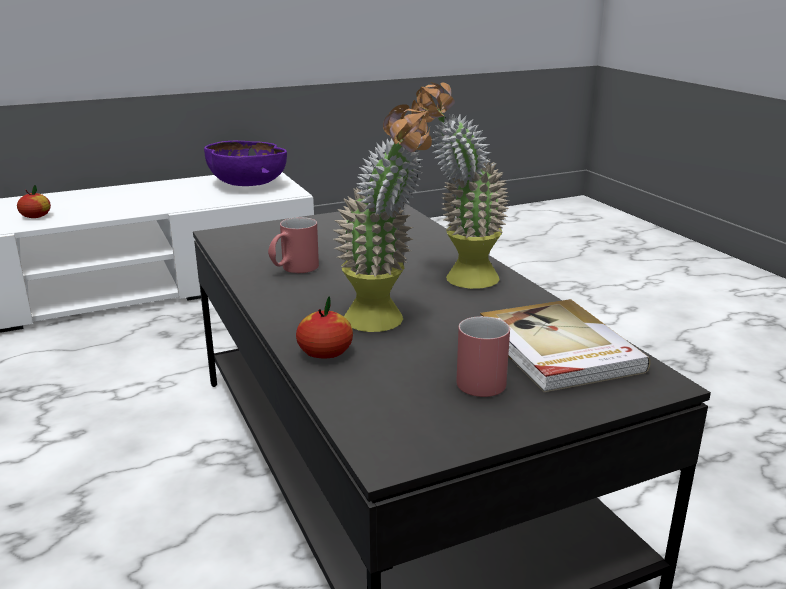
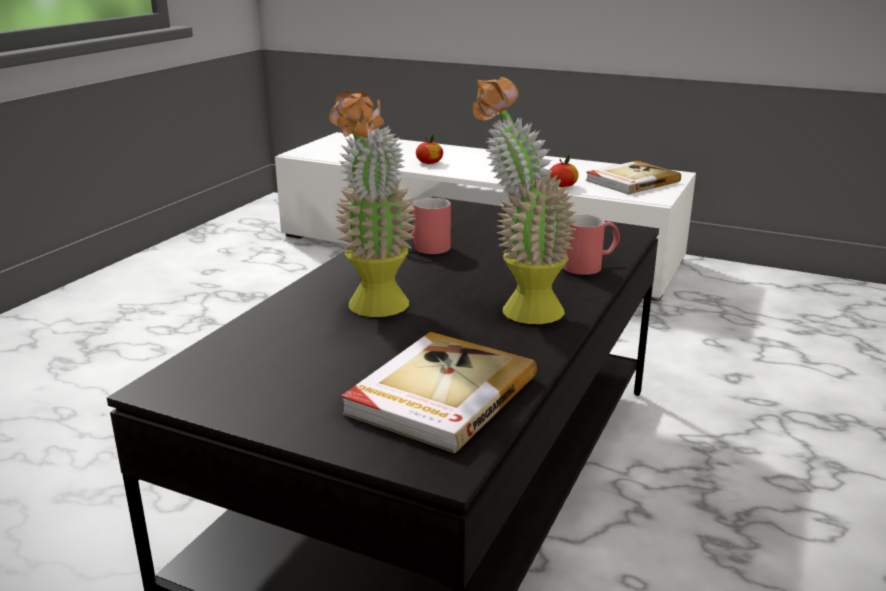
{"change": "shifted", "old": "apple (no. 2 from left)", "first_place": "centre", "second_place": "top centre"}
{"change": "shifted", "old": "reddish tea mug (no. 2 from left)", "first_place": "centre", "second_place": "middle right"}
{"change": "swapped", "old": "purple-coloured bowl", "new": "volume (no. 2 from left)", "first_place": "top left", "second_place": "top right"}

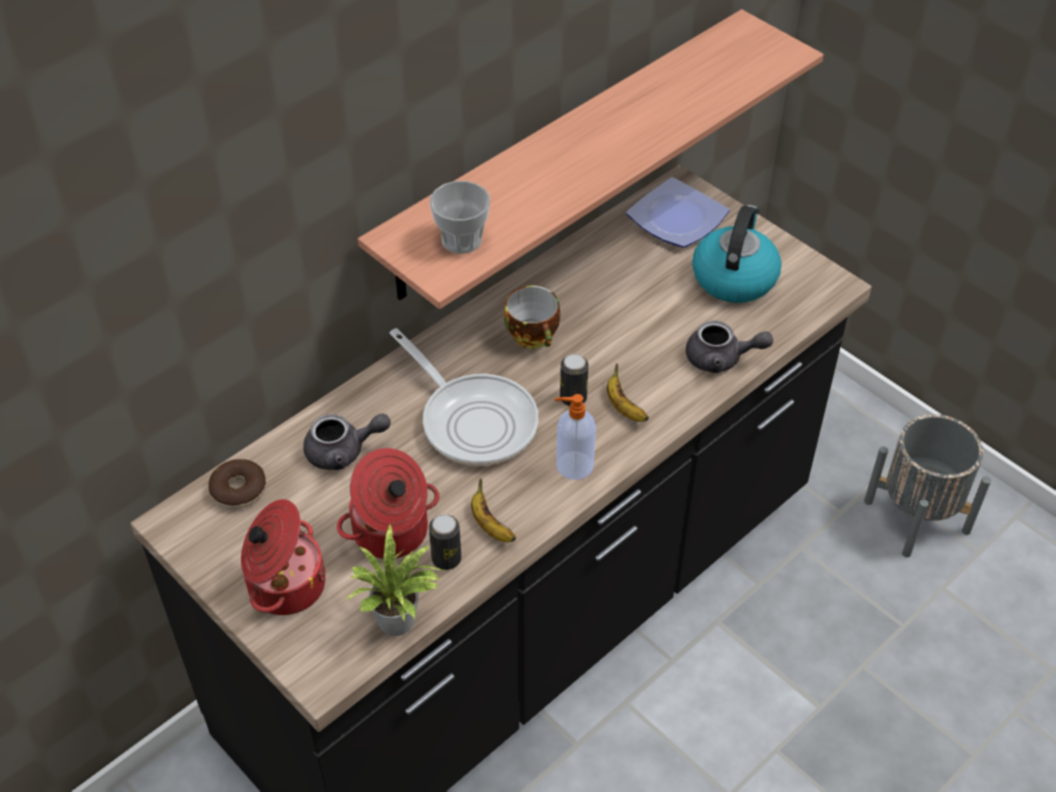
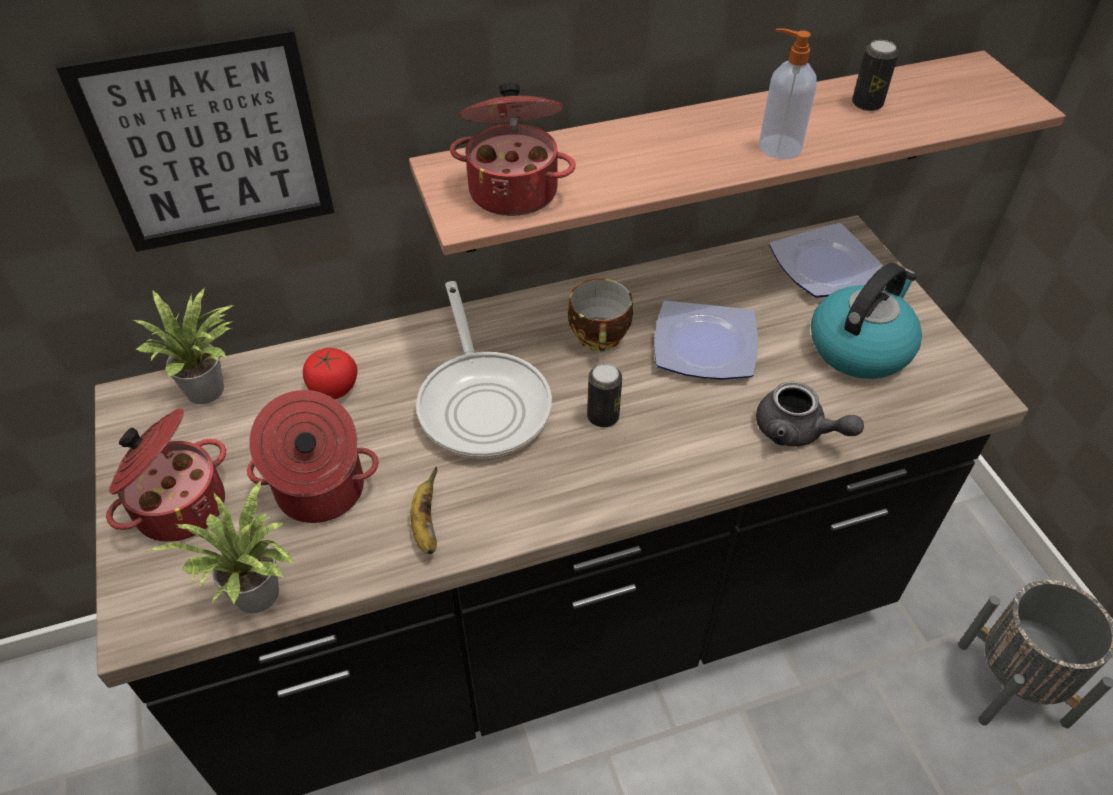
{"change": "new", "new": "wall picture", "second_place": "top left"}
{"change": "swapped", "old": "ring doughnut", "new": "plant in a pot (no. 1 from left)", "first_place": "middle left", "second_place": "middle left"}
{"change": "swapped", "old": "greyish tea pot (no. 1 from left)", "new": "tomato", "first_place": "middle left", "second_place": "middle left"}
{"change": "swapped", "old": "drinking cup (no. 1 from left)", "new": "stockpot (no. 3 from left)", "first_place": "top centre", "second_place": "top centre"}
{"change": "new", "new": "dinner plate (no. 1 from left)", "second_place": "centre"}
{"change": "shifted", "old": "liquid soap bottle", "first_place": "centre", "second_place": "top right"}
{"change": "shifted", "old": "sealed can (no. 1 from left in the first image)", "new": "sealed can (no. 2 from left)", "first_place": "bottom centre", "second_place": "top right"}
{"change": "gone", "old": "whole banana (no. 2 from left)", "first_place": "centre"}

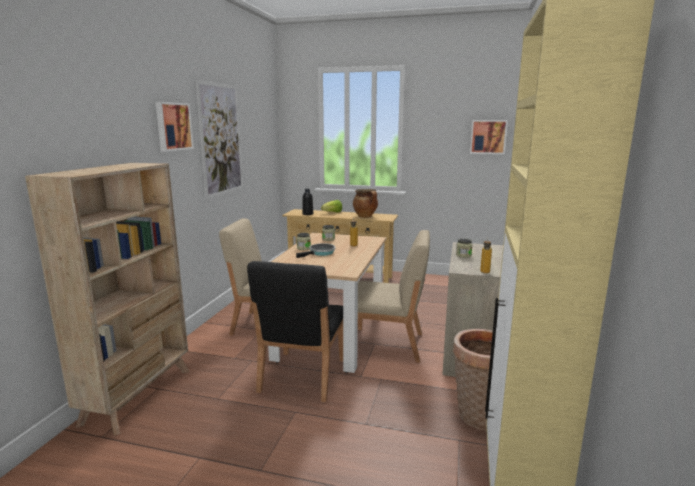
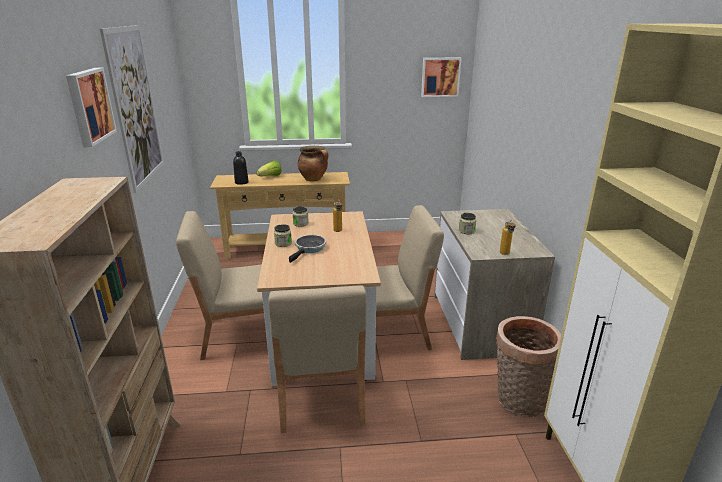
{"change": "repainted", "old": "black upright chair", "new": "sand-coloured upright chair (no. 2 from left)", "first_place": "bottom centre", "second_place": "bottom centre"}

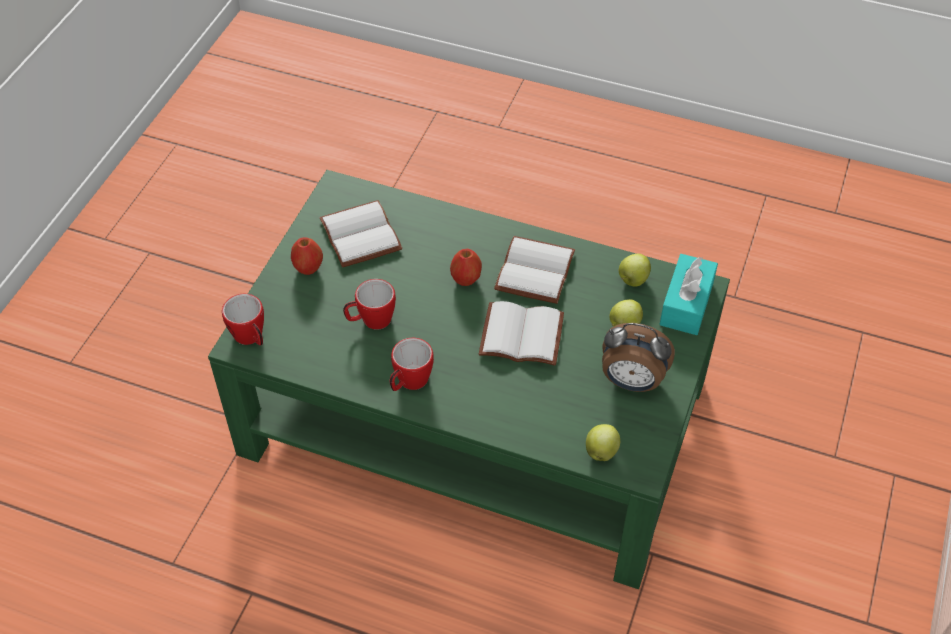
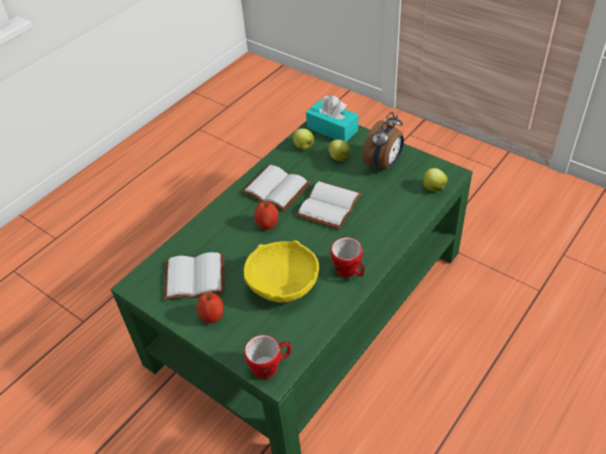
{"change": "swapped", "old": "tea mug (no. 2 from left)", "new": "yellow bowl", "first_place": "centre", "second_place": "centre"}

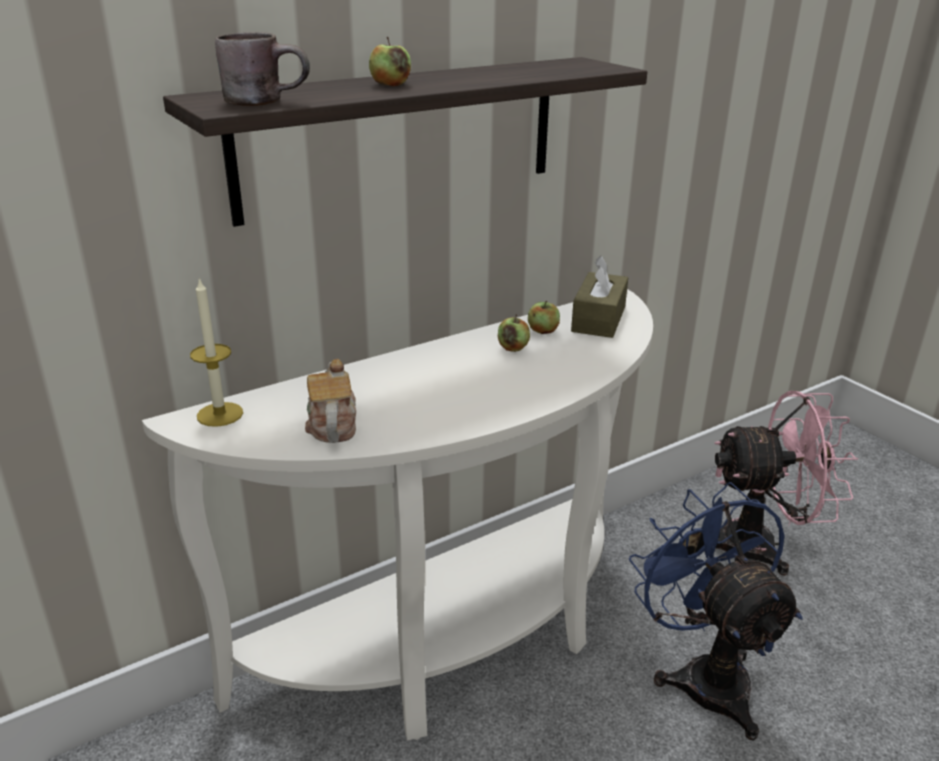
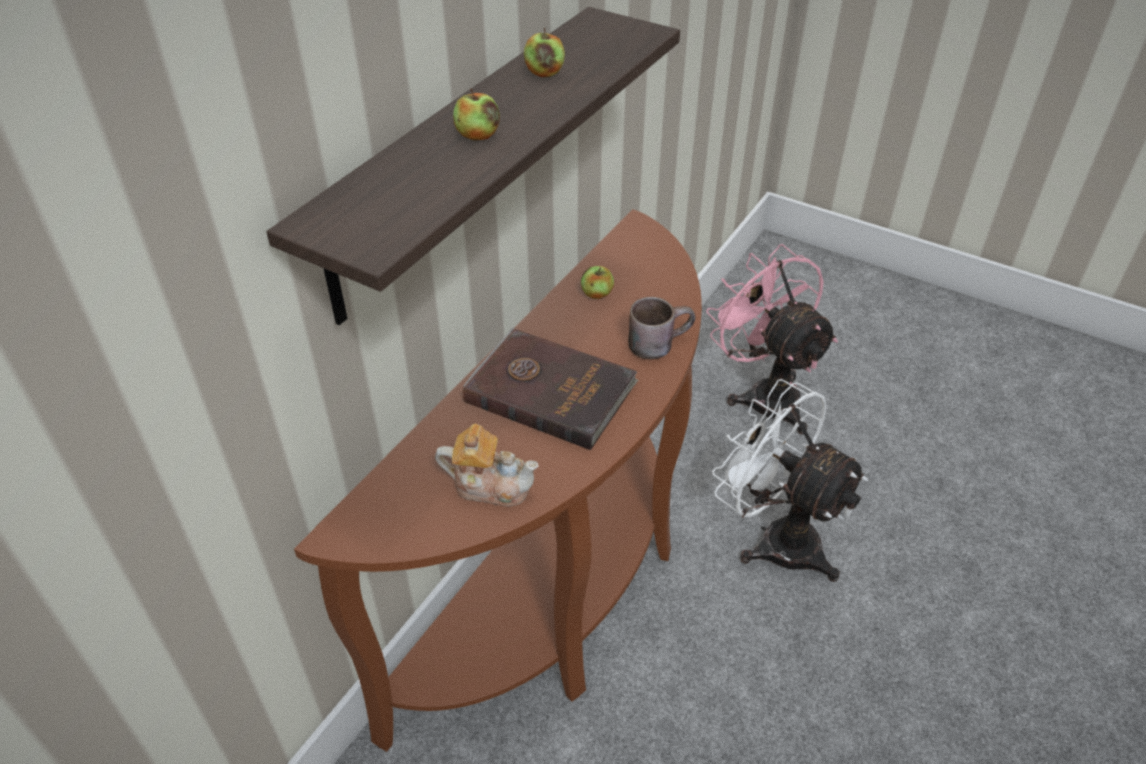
{"change": "repainted", "old": "white narrow table", "new": "brown narrow table", "first_place": "bottom centre", "second_place": "centre"}
{"change": "rotated", "old": "tea pot", "first_place": "centre", "second_place": "centre", "degrees": 135}
{"change": "new", "new": "brown volume", "second_place": "centre"}
{"change": "shifted", "old": "apple (no. 2 from left)", "first_place": "centre", "second_place": "top centre"}
{"change": "shifted", "old": "brown tea mug", "first_place": "top left", "second_place": "centre"}
{"change": "rotated", "old": "pink-coloured electric fan", "first_place": "middle right", "second_place": "middle right", "degrees": -90}
{"change": "repainted", "old": "blue-coloured electric fan", "new": "white electric fan", "first_place": "bottom right", "second_place": "middle right"}
{"change": "gone", "old": "candle", "first_place": "middle left"}
{"change": "gone", "old": "brown tissue box", "first_place": "centre"}

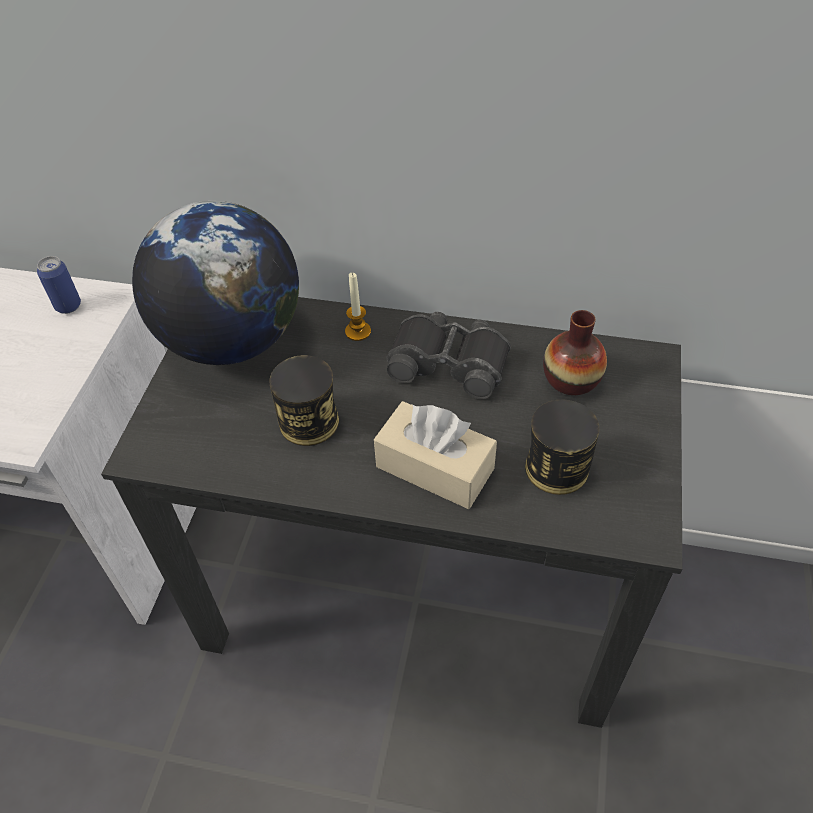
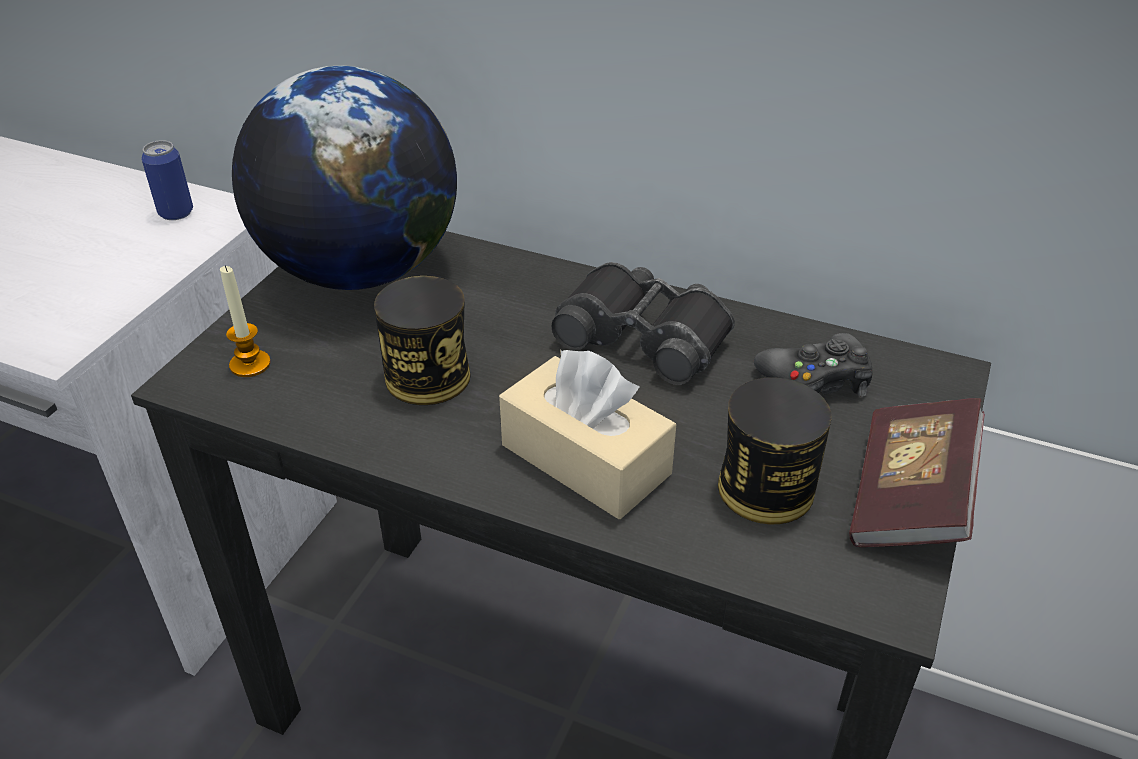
{"change": "shifted", "old": "candle", "first_place": "centre", "second_place": "middle left"}
{"change": "swapped", "old": "flower vase", "new": "black joypad", "first_place": "middle right", "second_place": "middle right"}
{"change": "new", "new": "volume", "second_place": "middle right"}

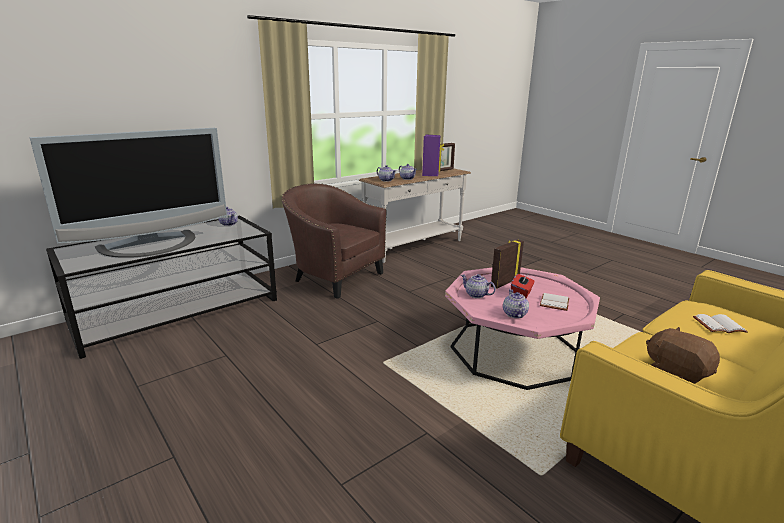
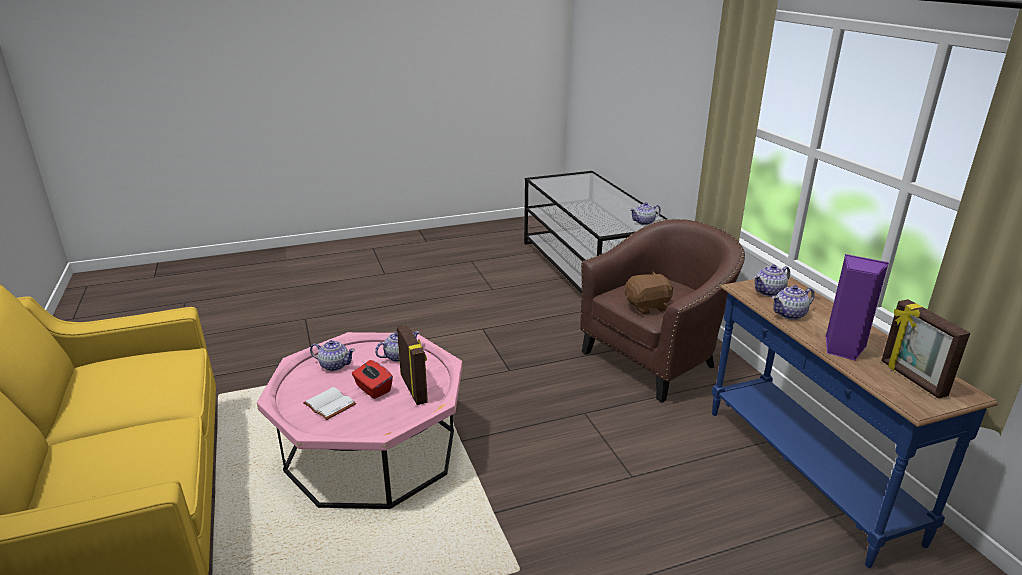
{"change": "shifted", "old": "brown plush toy", "first_place": "bottom right", "second_place": "centre"}
{"change": "repainted", "old": "white narrow table", "new": "blue-coloured narrow table", "first_place": "centre", "second_place": "bottom right"}
{"change": "gone", "old": "television", "first_place": "middle left"}
{"change": "gone", "old": "white volume (no. 2 from left)", "first_place": "middle right"}

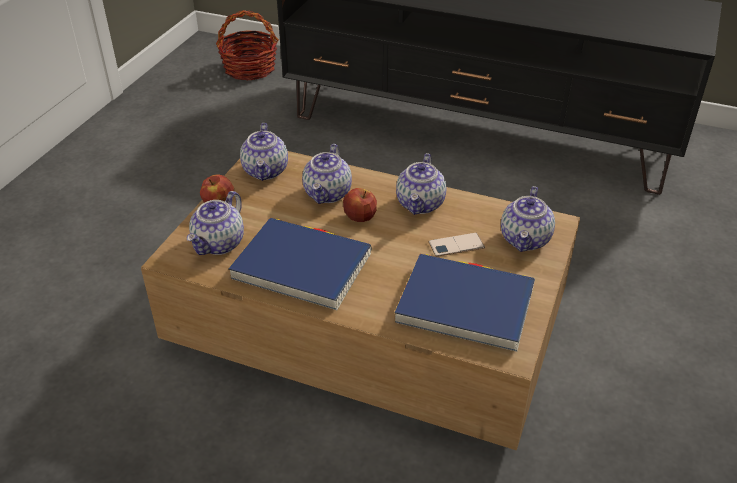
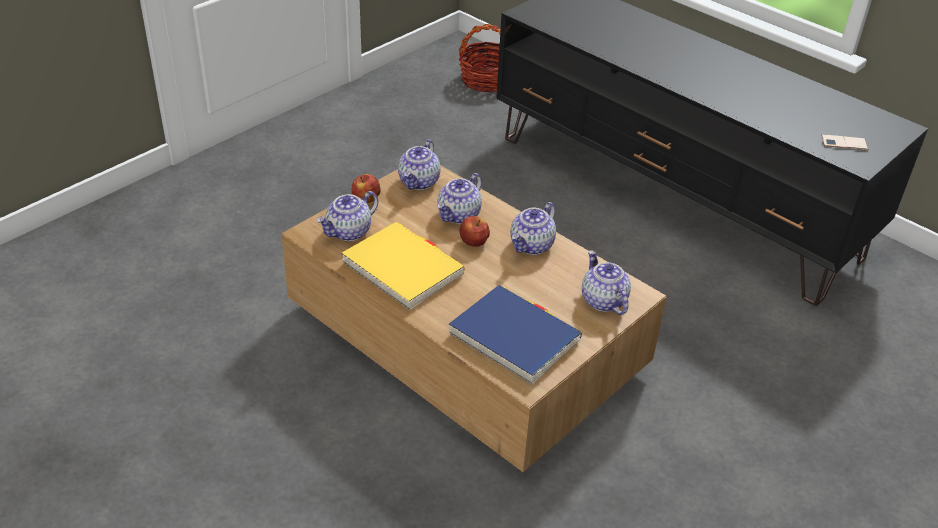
{"change": "repainted", "old": "blue-coloured volume (no. 1 from left)", "new": "yellow volume", "first_place": "centre", "second_place": "centre"}
{"change": "rotated", "old": "tea pot (no. 5 from left)", "first_place": "middle right", "second_place": "centre", "degrees": 120}
{"change": "shifted", "old": "handset", "first_place": "centre", "second_place": "top right"}

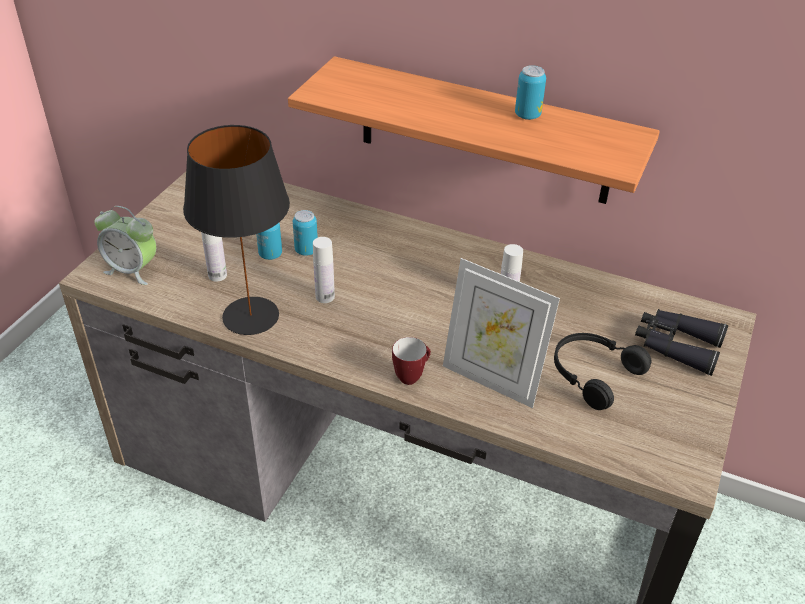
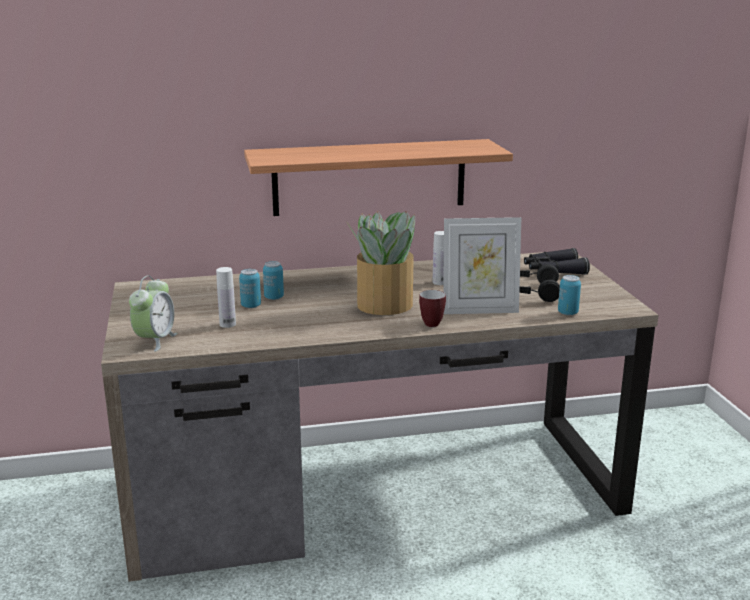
{"change": "rotated", "old": "bedside clock", "first_place": "middle left", "second_place": "middle left", "degrees": -60}
{"change": "new", "new": "plant in a pot", "second_place": "centre"}
{"change": "shifted", "old": "sealed can (no. 3 from left)", "first_place": "top centre", "second_place": "middle right"}
{"change": "gone", "old": "black table lamp", "first_place": "middle left"}
{"change": "gone", "old": "white beverage bottle (no. 2 from left)", "first_place": "centre"}

